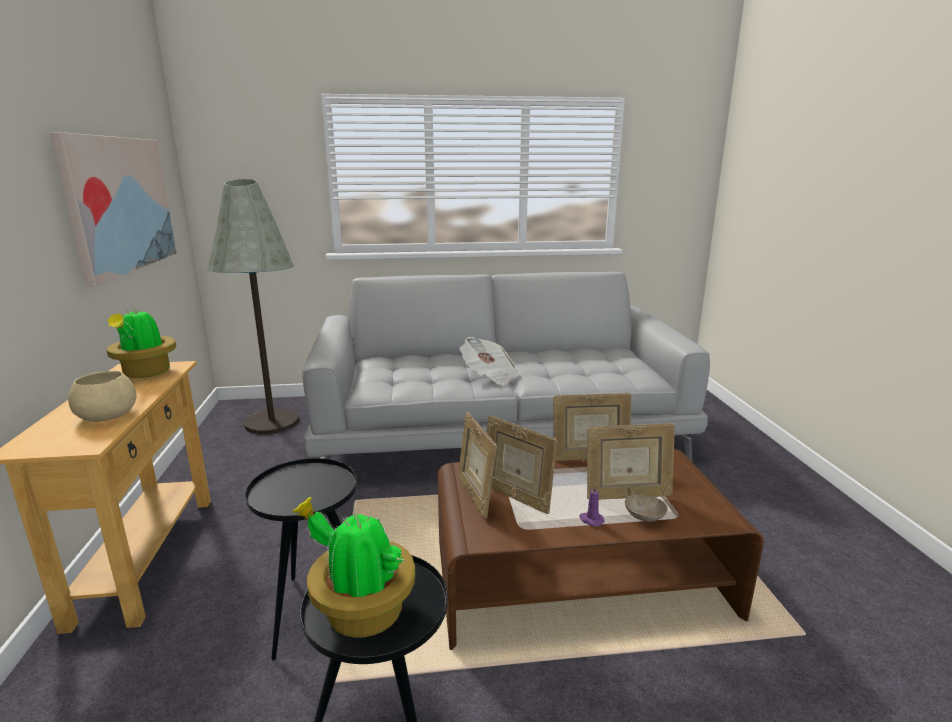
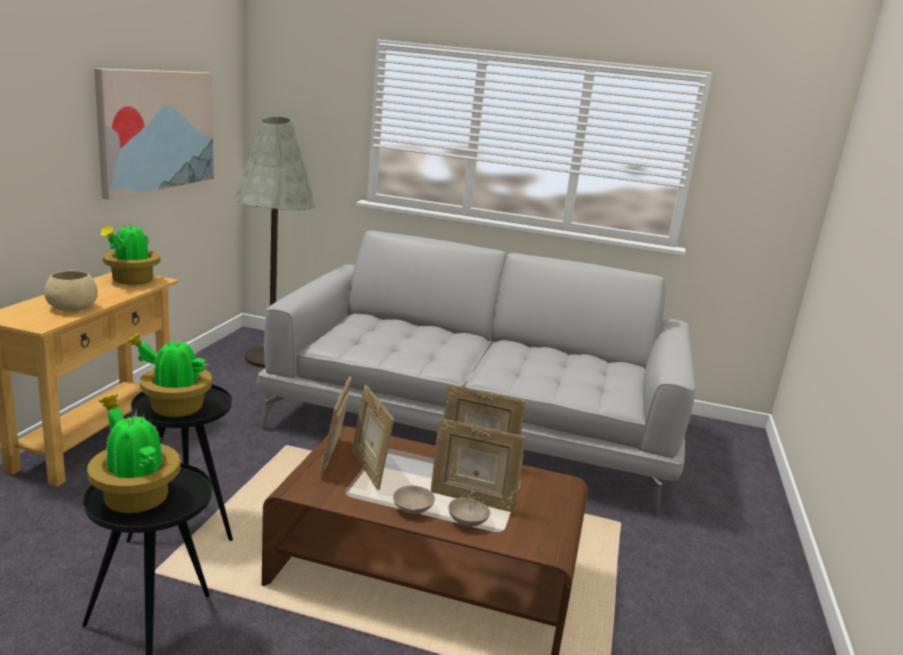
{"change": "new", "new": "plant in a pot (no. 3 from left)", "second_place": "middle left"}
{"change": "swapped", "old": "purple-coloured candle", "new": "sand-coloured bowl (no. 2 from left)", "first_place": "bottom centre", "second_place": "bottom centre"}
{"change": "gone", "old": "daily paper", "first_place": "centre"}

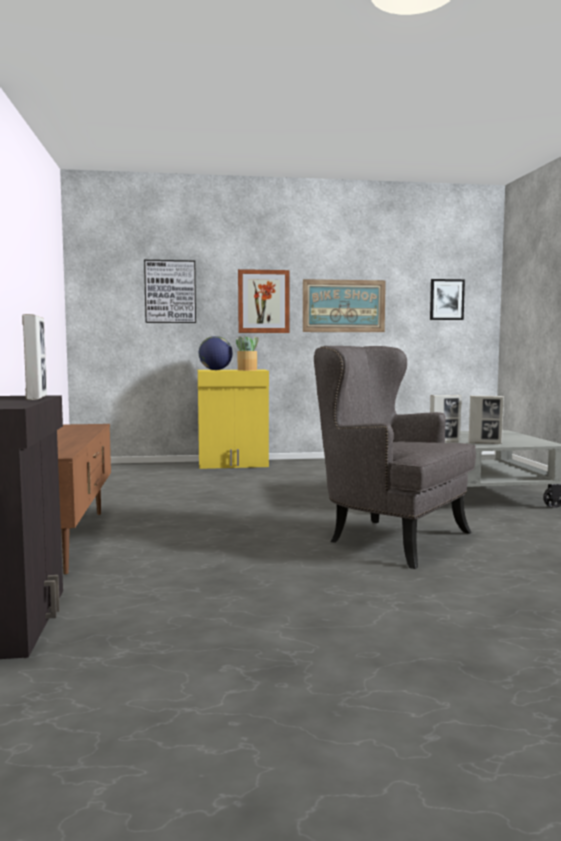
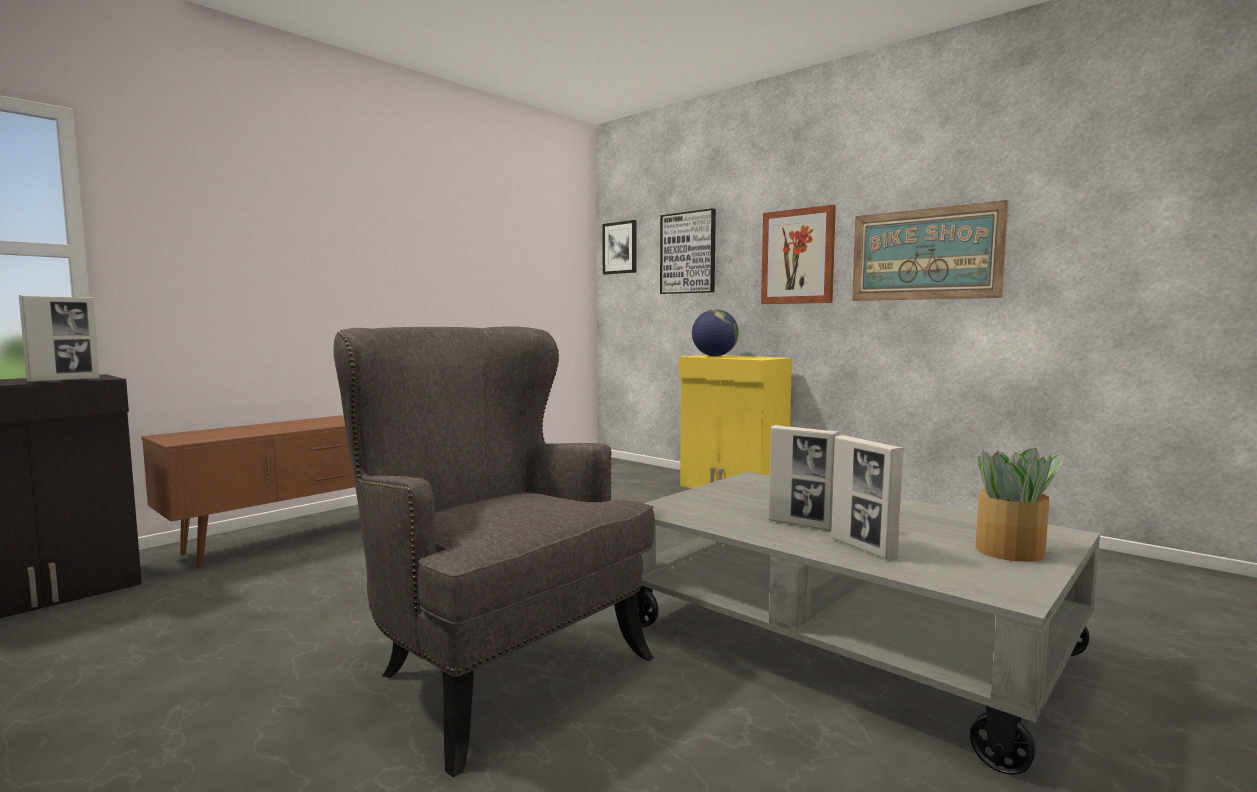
{"change": "rotated", "old": "greyish lounge chair", "first_place": "middle right", "second_place": "bottom centre", "degrees": -45}
{"change": "shifted", "old": "wall picture (no. 4 from left in the first image)", "new": "wall picture (no. 1 from left)", "first_place": "middle right", "second_place": "top centre"}
{"change": "shifted", "old": "plant in a pot", "first_place": "centre", "second_place": "middle right"}

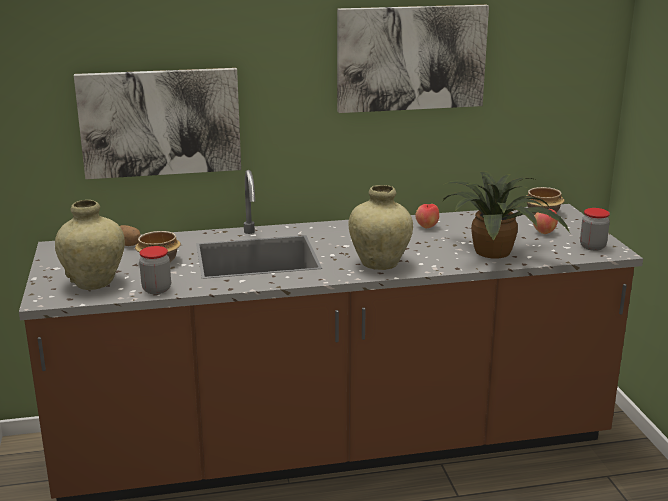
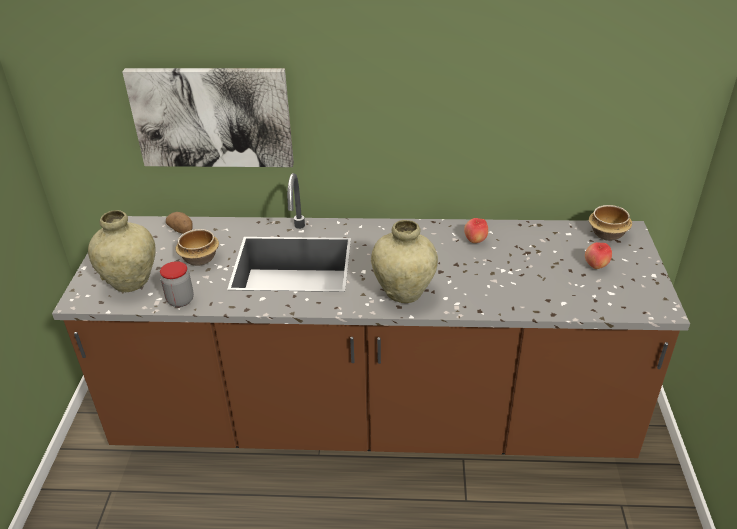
{"change": "gone", "old": "wall picture (no. 2 from left)", "first_place": "top centre"}
{"change": "gone", "old": "plant in a pot", "first_place": "middle right"}
{"change": "gone", "old": "jar (no. 2 from left)", "first_place": "middle right"}

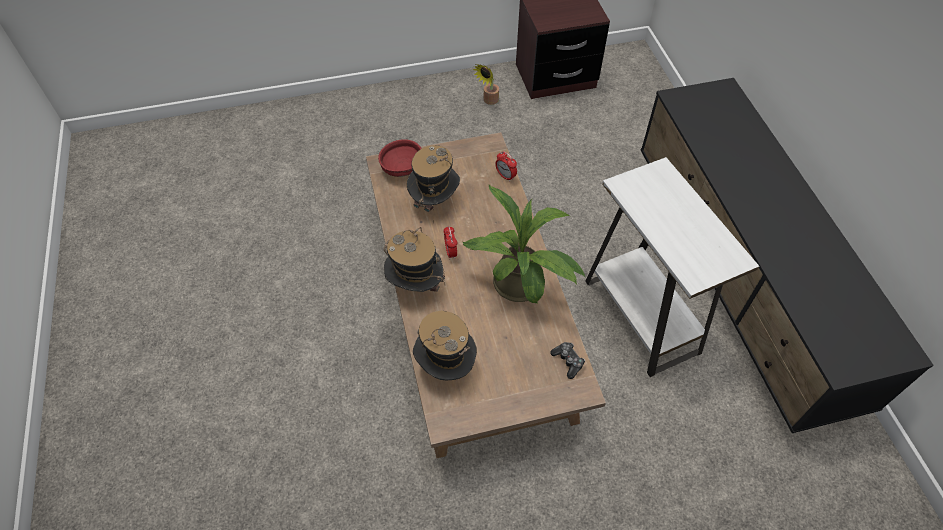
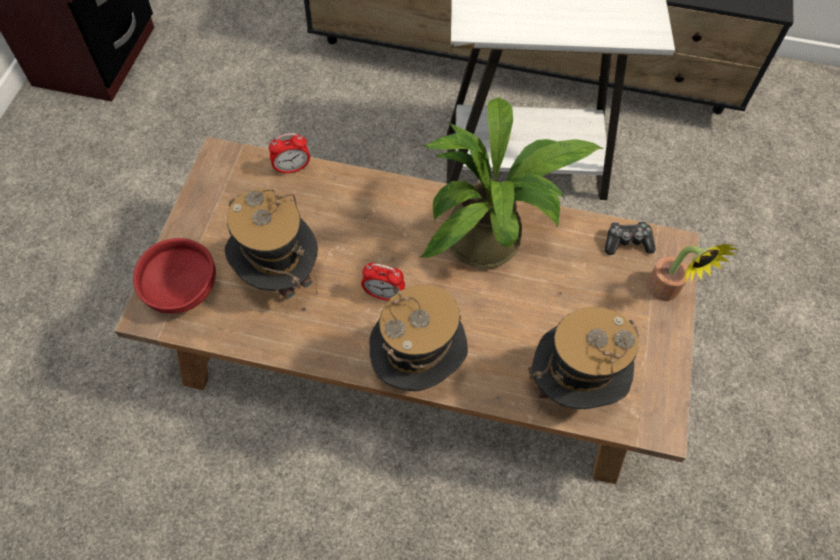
{"change": "shifted", "old": "plant in a pot (no. 1 from left in the first image)", "new": "plant in a pot (no. 2 from left)", "first_place": "top centre", "second_place": "middle right"}

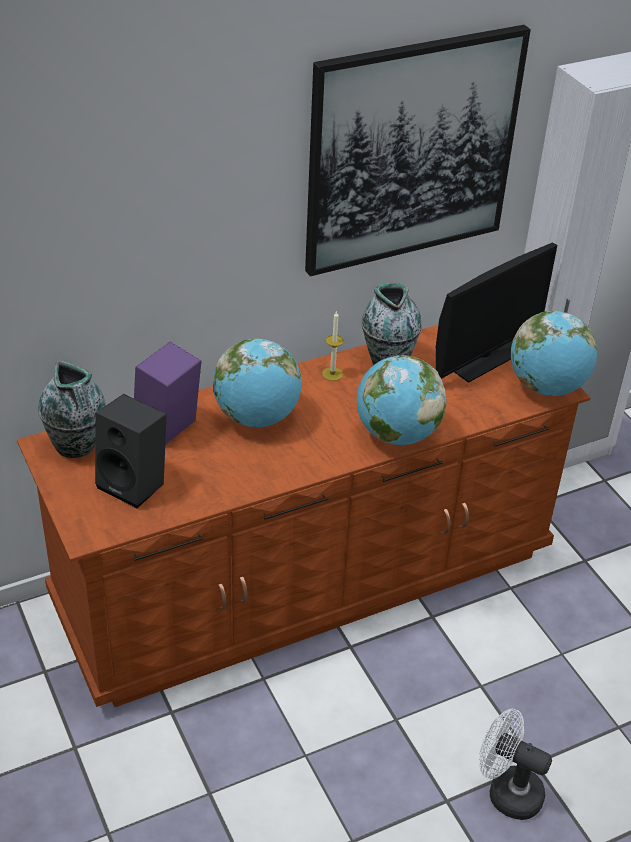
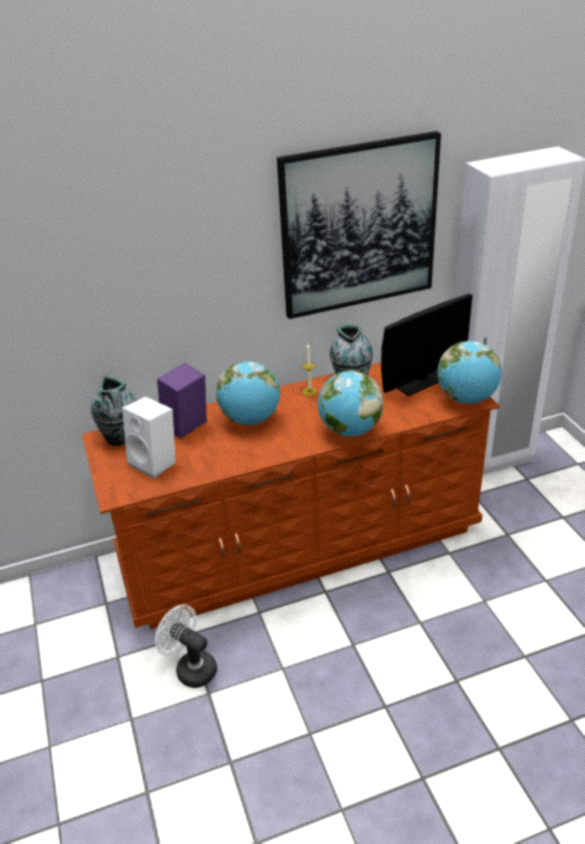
{"change": "repainted", "old": "black loudspeaker", "new": "white loudspeaker", "first_place": "middle left", "second_place": "middle left"}
{"change": "shifted", "old": "white electric fan", "first_place": "bottom right", "second_place": "bottom left"}

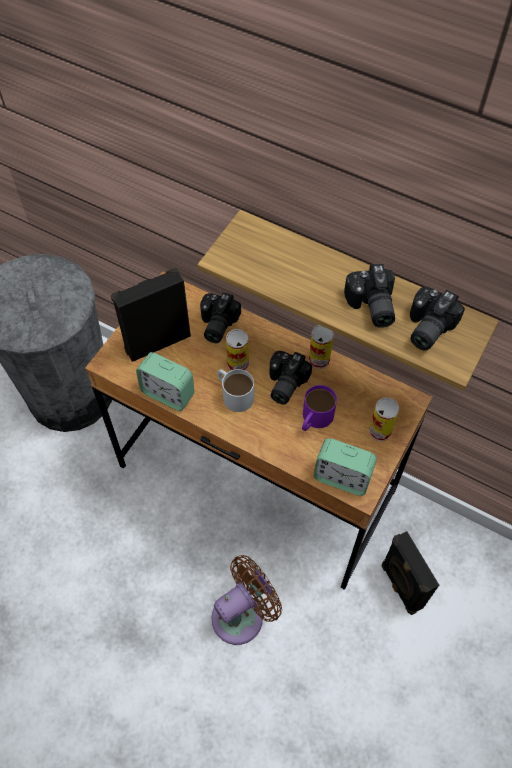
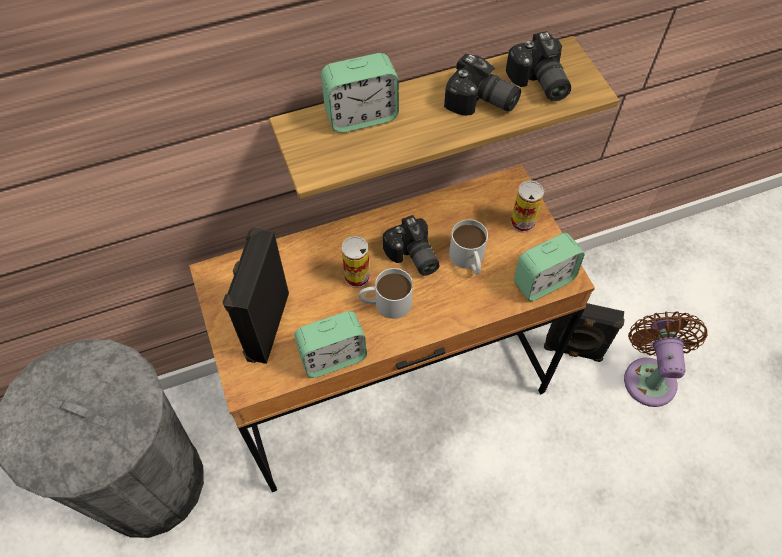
{"change": "new", "new": "bedside clock (no. 2 from left)", "second_place": "top centre"}
{"change": "repainted", "old": "purple-coloured tea mug", "new": "white tea mug (no. 2 from left)", "first_place": "centre", "second_place": "centre"}
{"change": "shifted", "old": "brown electric fan", "first_place": "bottom centre", "second_place": "middle right"}
{"change": "gone", "old": "photo camera (no. 1 from left)", "first_place": "centre"}
{"change": "gone", "old": "sealed can (no. 2 from left)", "first_place": "centre"}

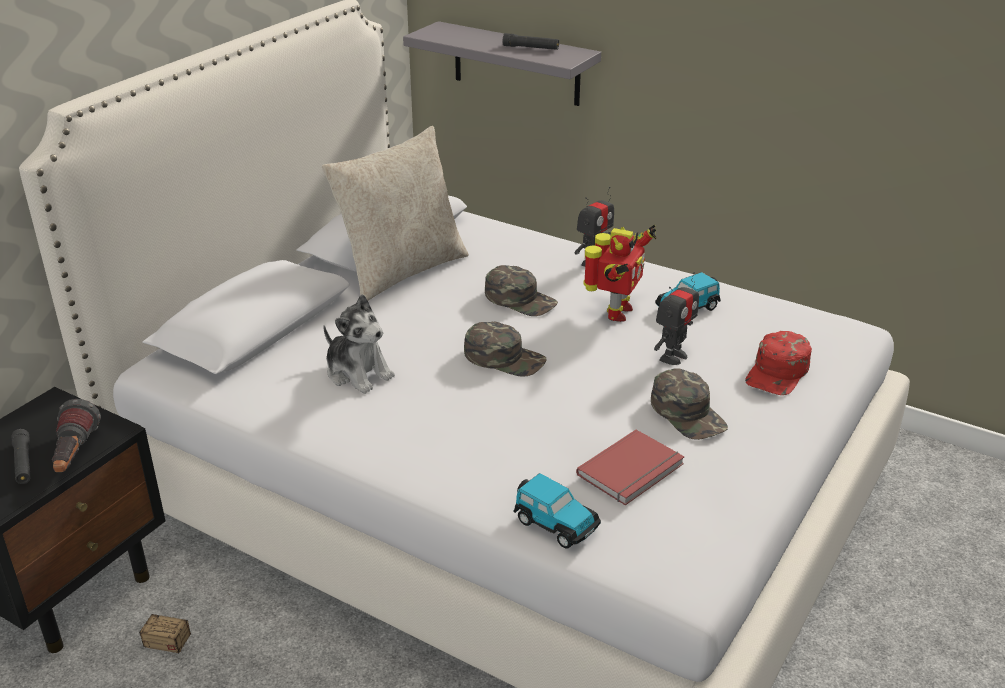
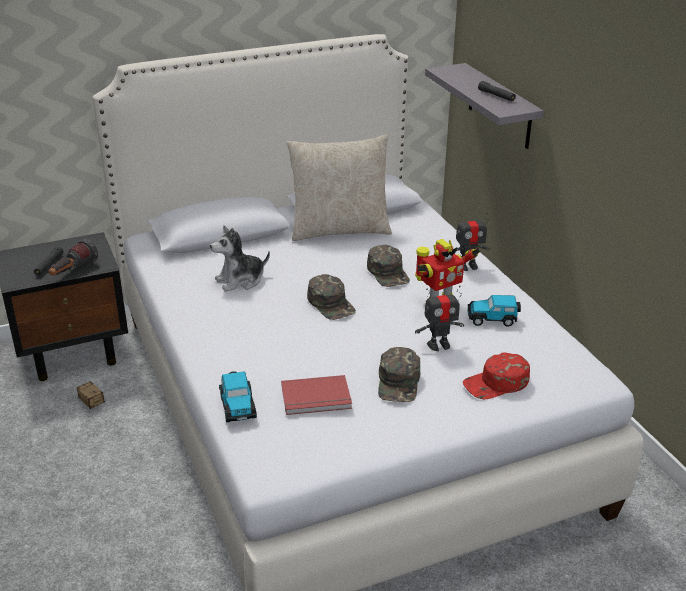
{"change": "rotated", "old": "plush toy", "first_place": "centre", "second_place": "centre", "degrees": 75}

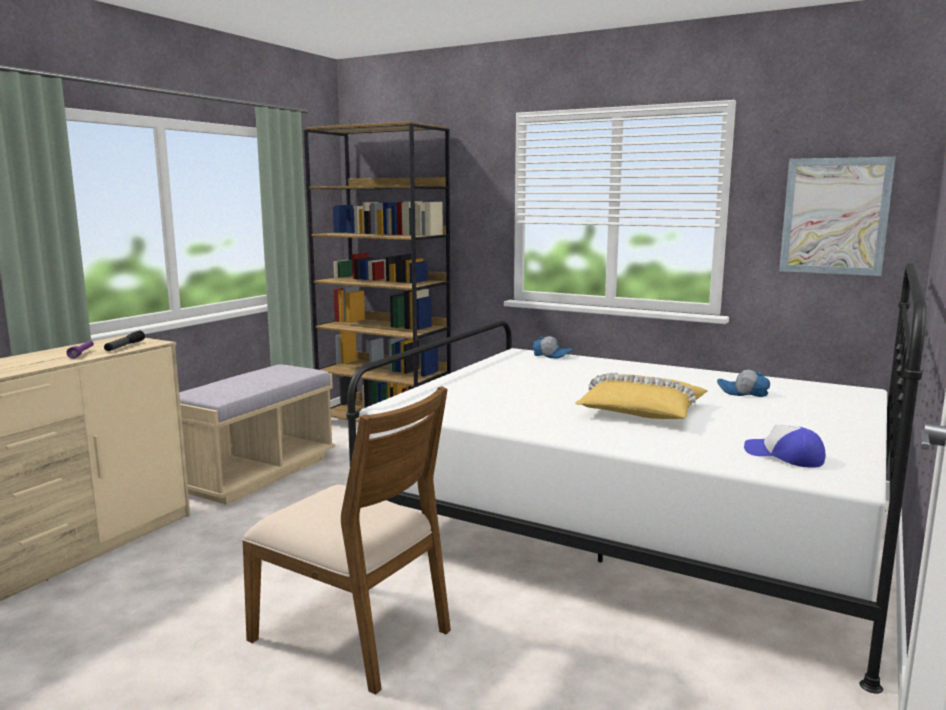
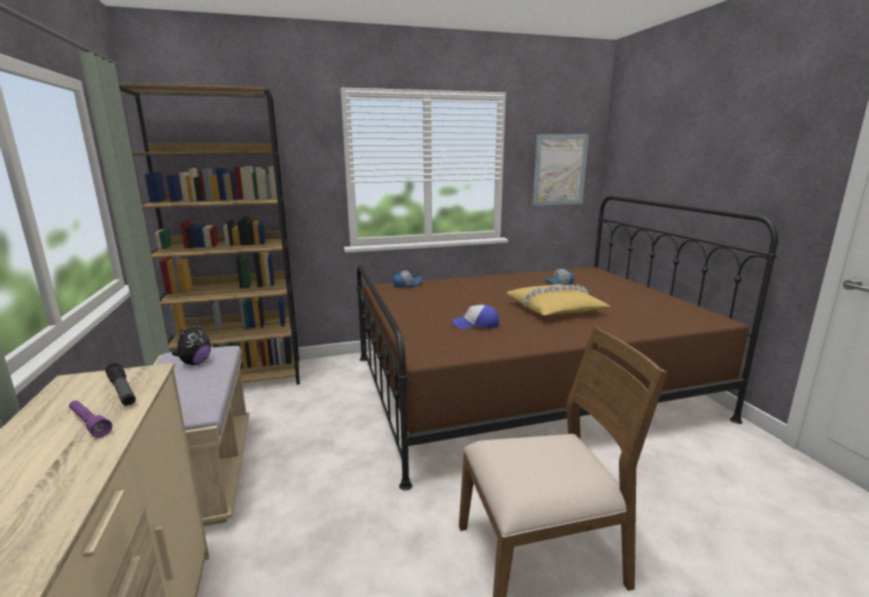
{"change": "new", "new": "plush toy", "second_place": "middle left"}
{"change": "repainted", "old": "white bed", "new": "brown bed", "first_place": "bottom right", "second_place": "centre"}
{"change": "shifted", "old": "peaked cap (no. 3 from left in the first image)", "new": "peaked cap (no. 2 from left)", "first_place": "middle right", "second_place": "centre"}

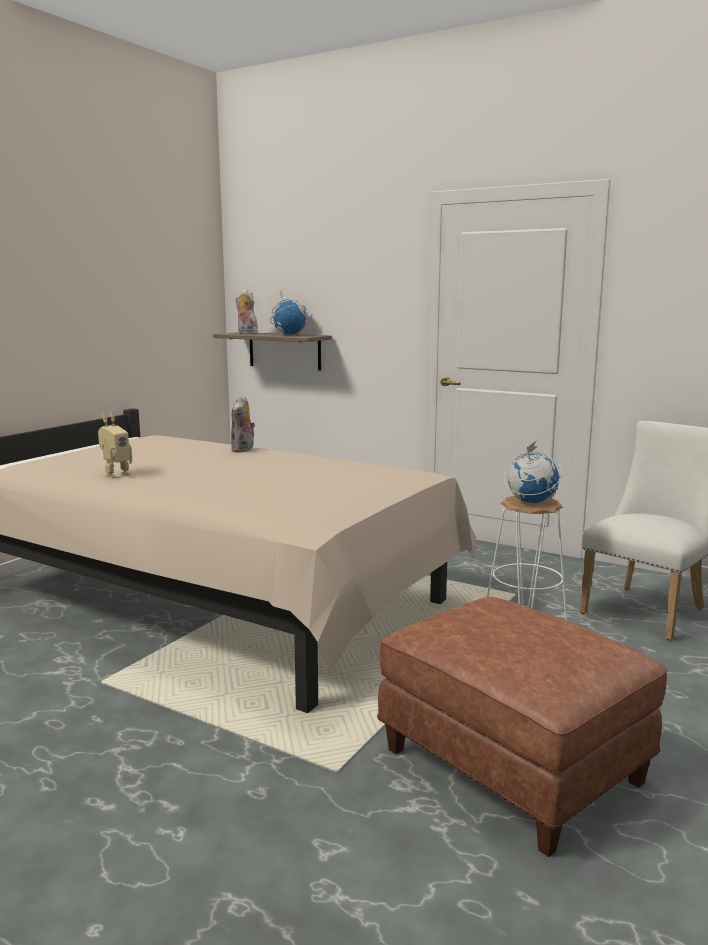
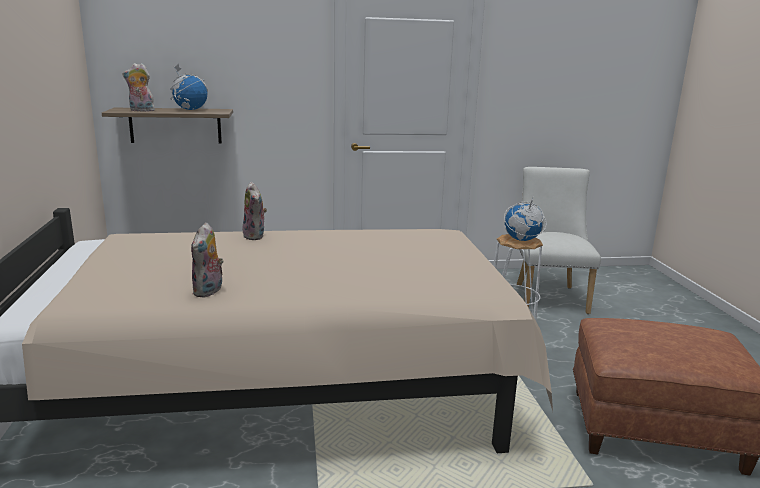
{"change": "swapped", "old": "model robot", "new": "plush toy (no. 2 from left)", "first_place": "middle left", "second_place": "middle left"}

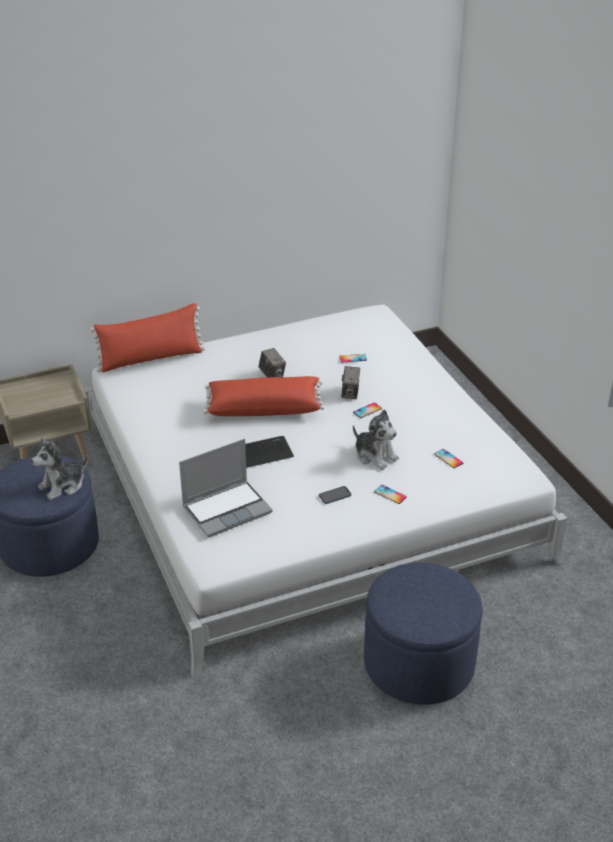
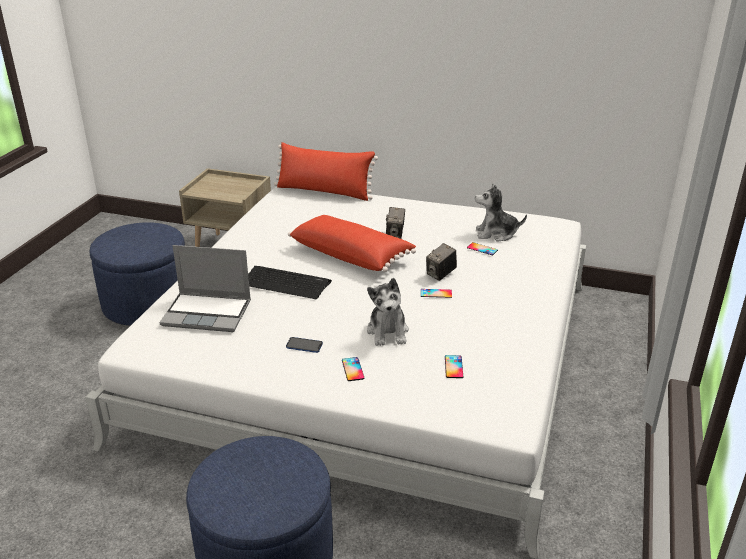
{"change": "shifted", "old": "plush toy (no. 1 from left in the first image)", "new": "plush toy (no. 2 from left)", "first_place": "middle left", "second_place": "middle right"}

